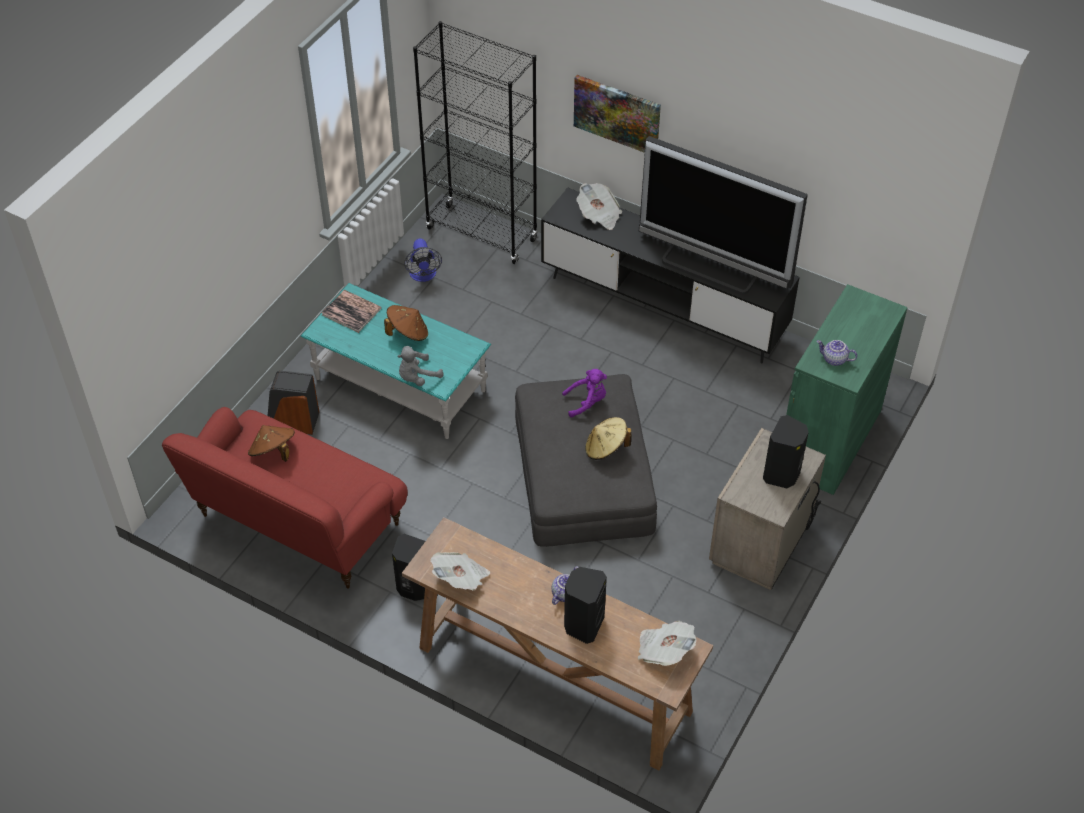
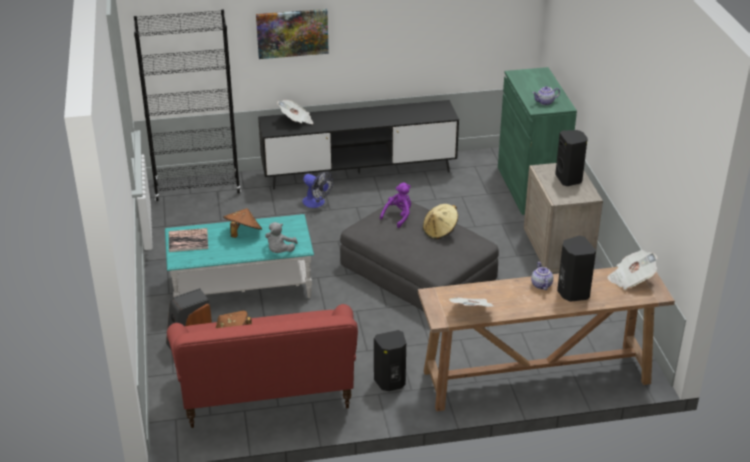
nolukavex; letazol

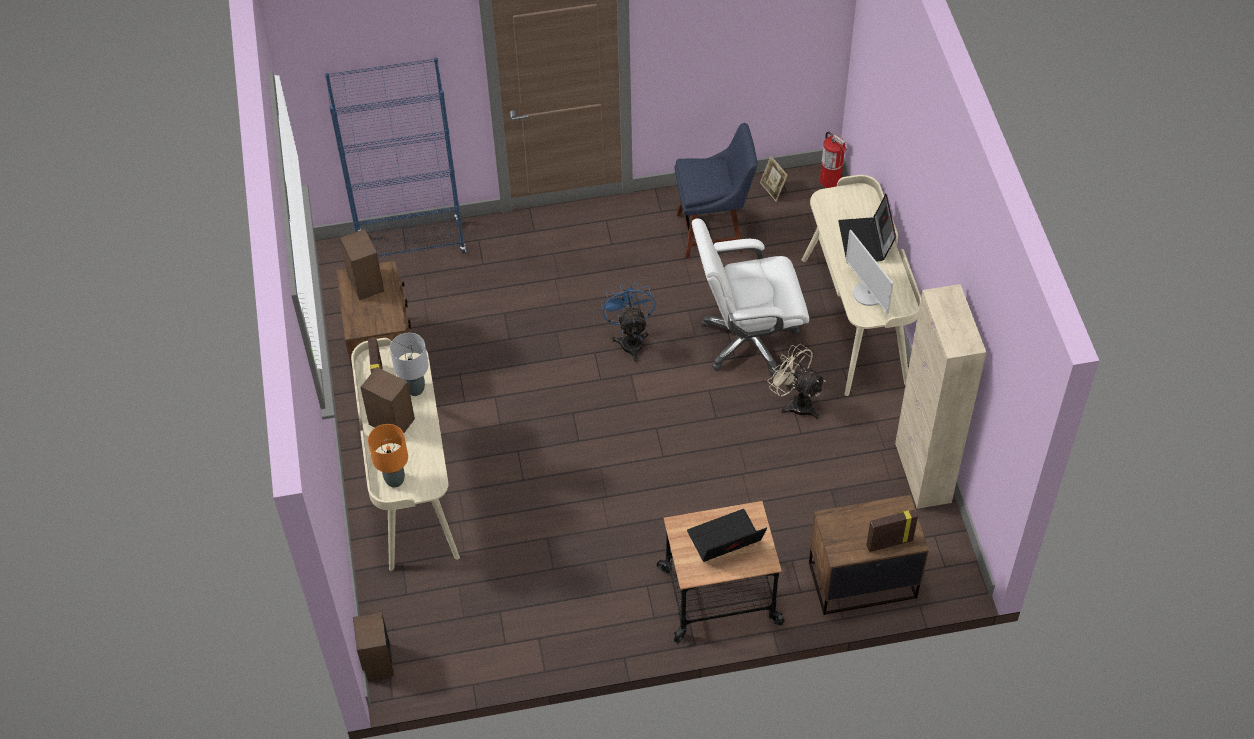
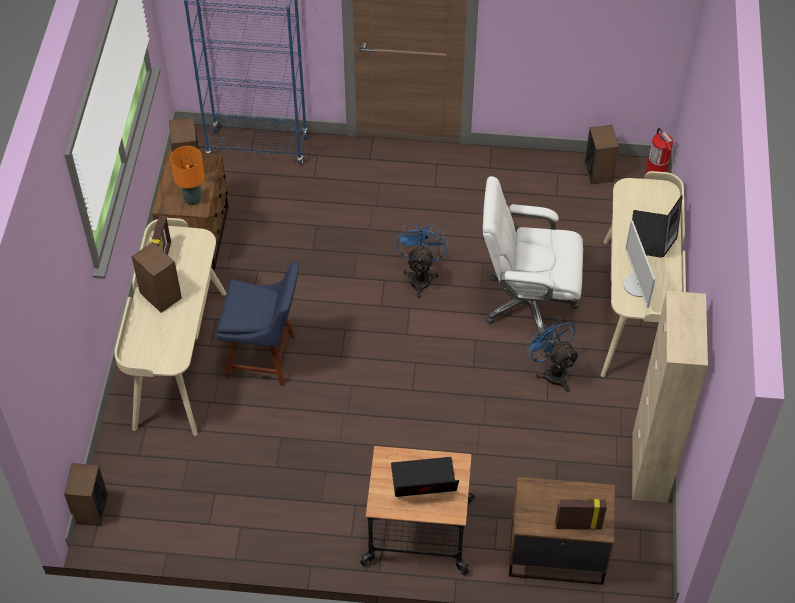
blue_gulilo; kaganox (4th from left); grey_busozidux; blue_letazol (2nd from left); orange_busozidux

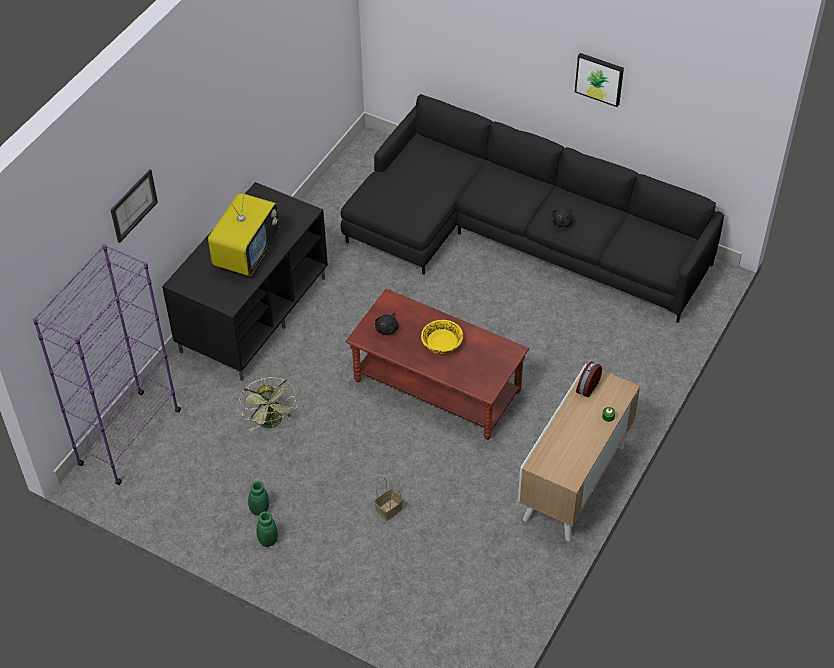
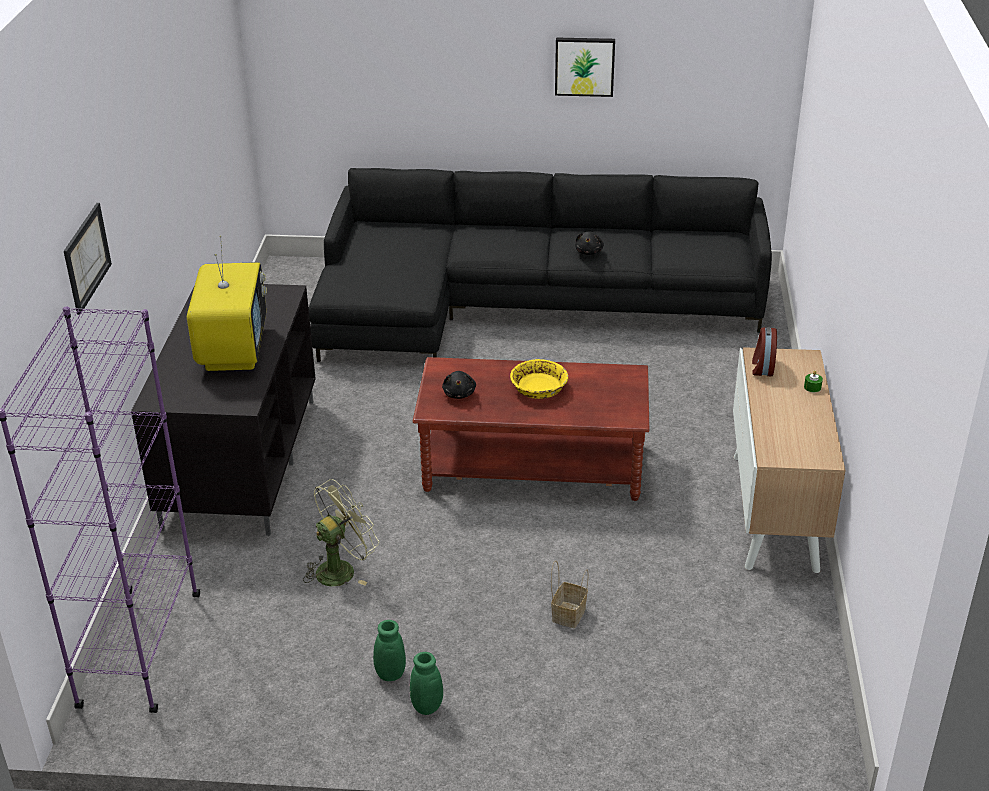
green_letazol

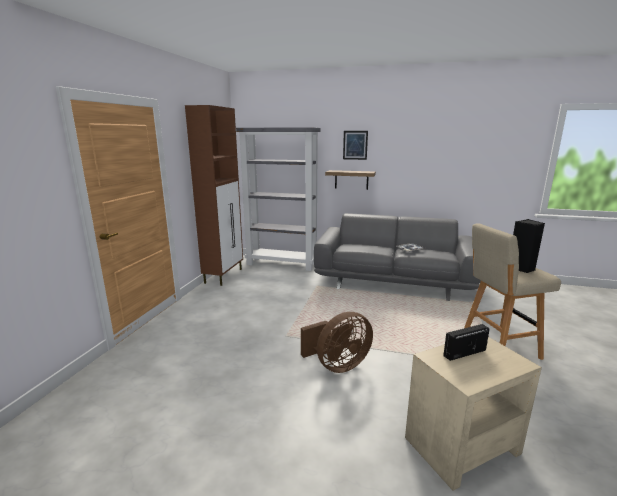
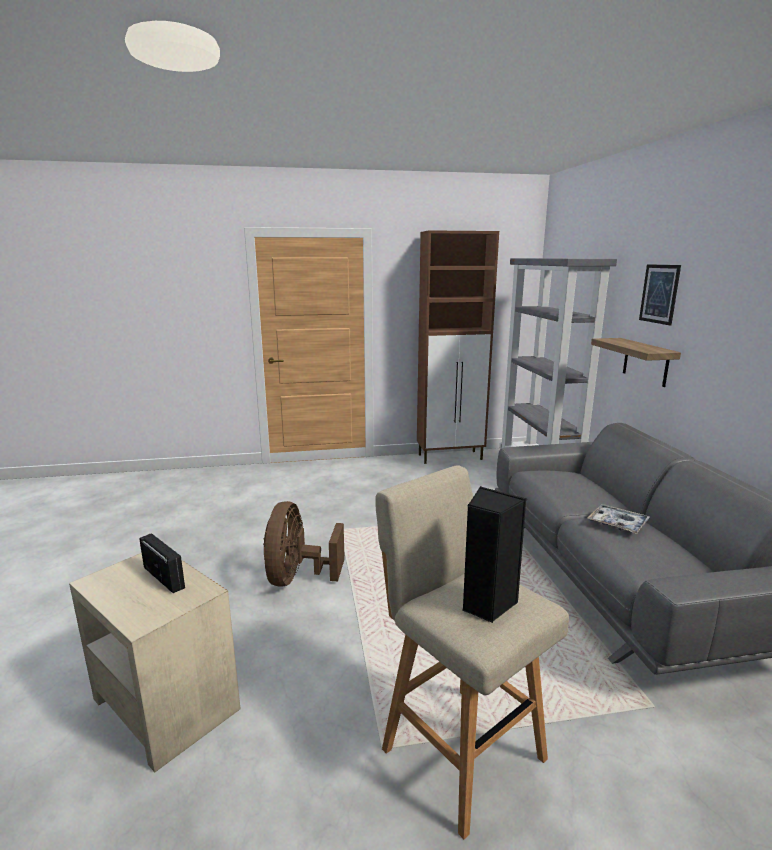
brown_letazol

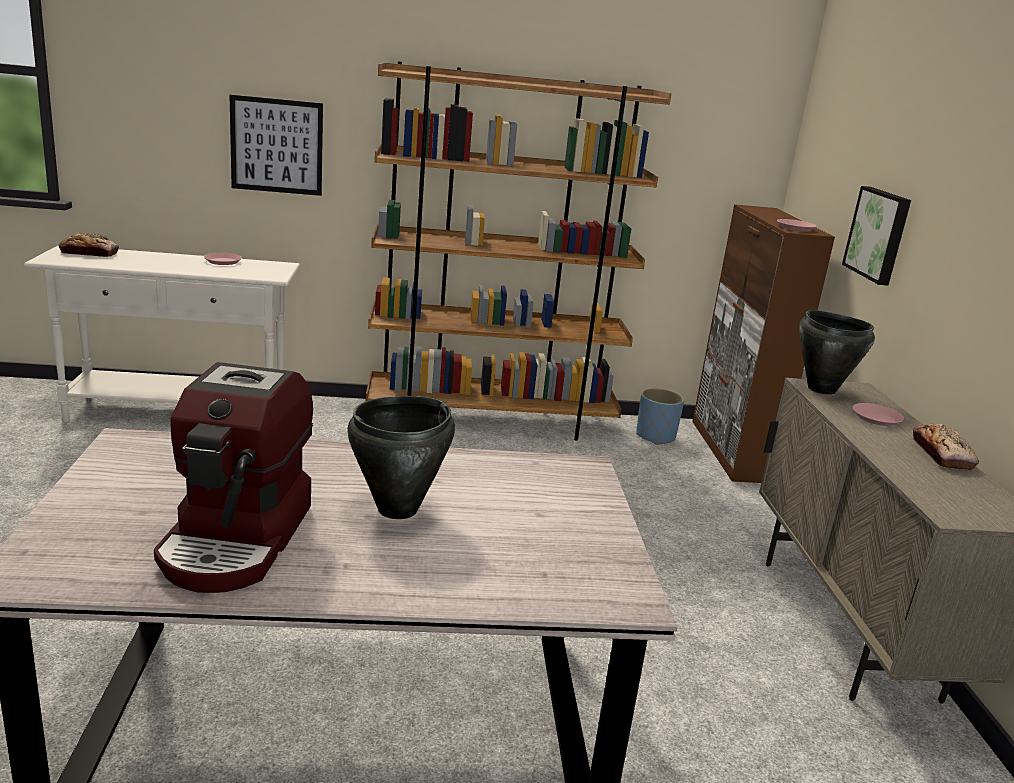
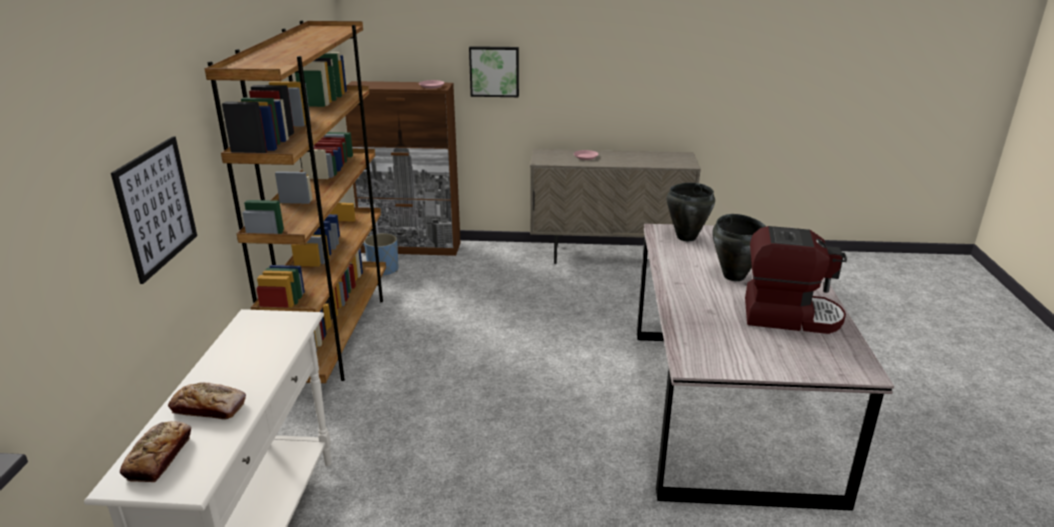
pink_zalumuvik (1st from left in the first image); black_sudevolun (1st from left); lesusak (2nd from left)

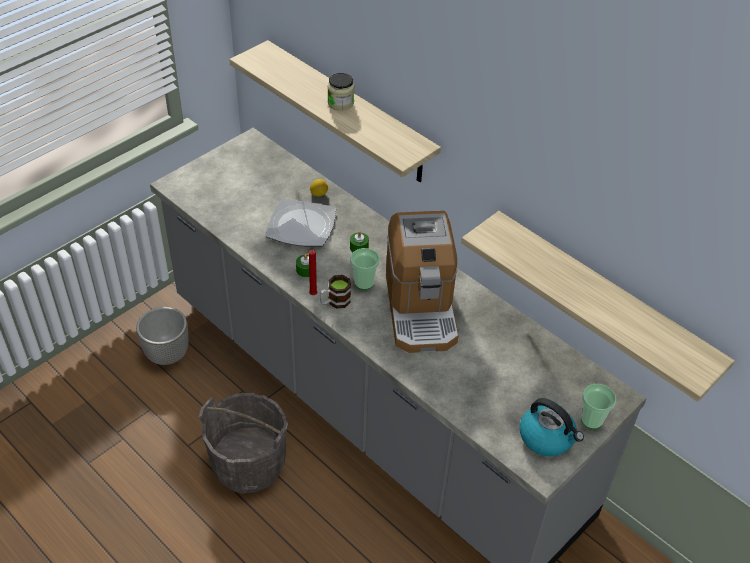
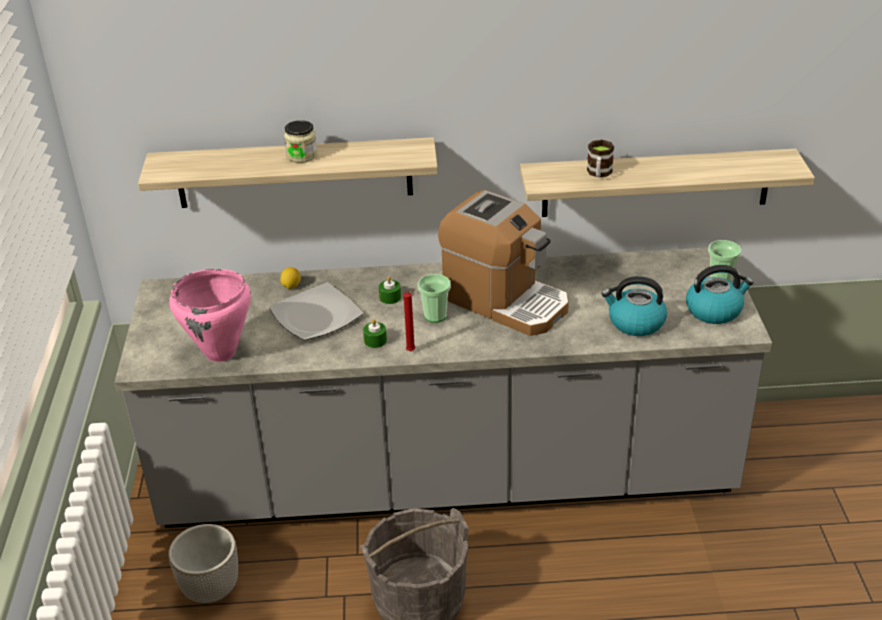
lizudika; pink_sudevolun; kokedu (1st from left)

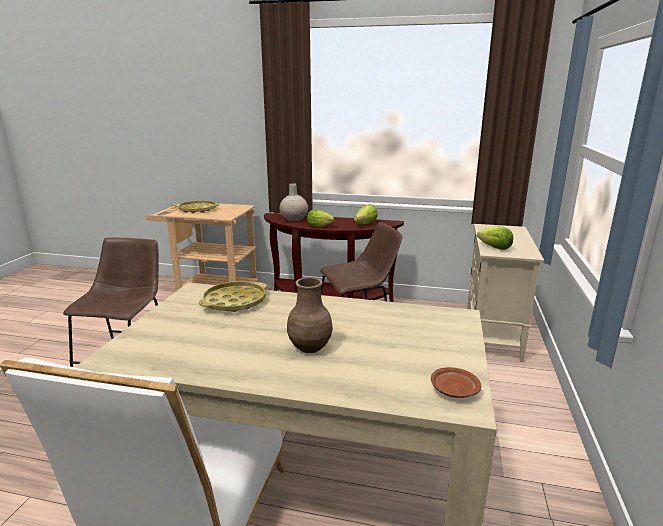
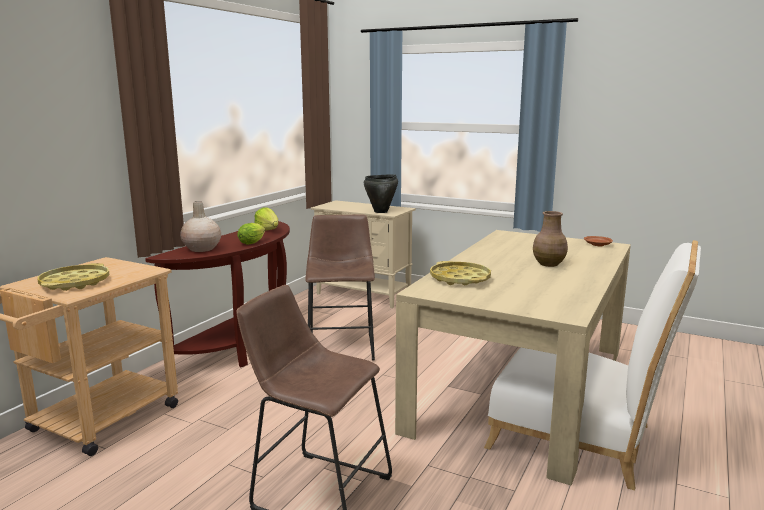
black_sudevolun

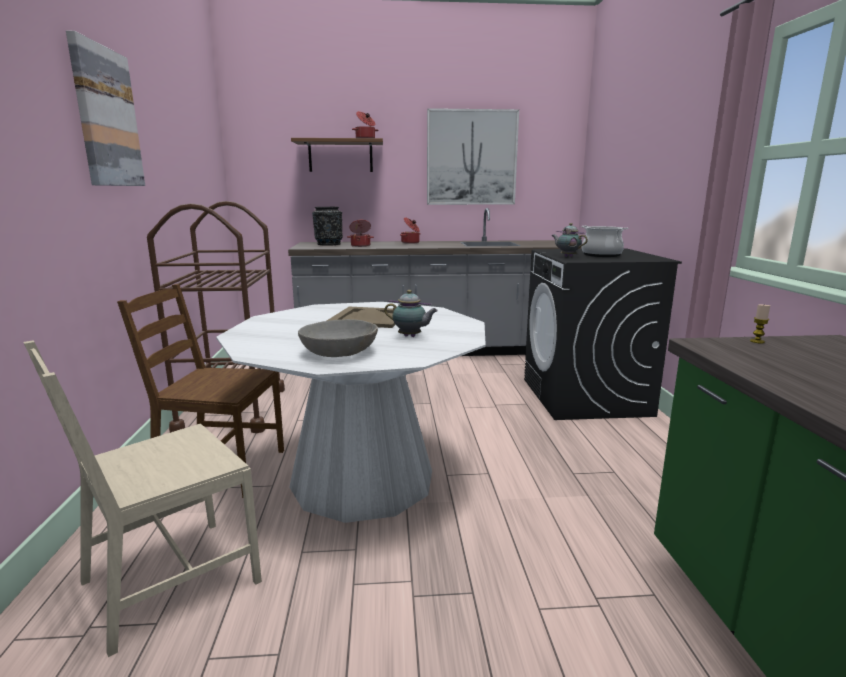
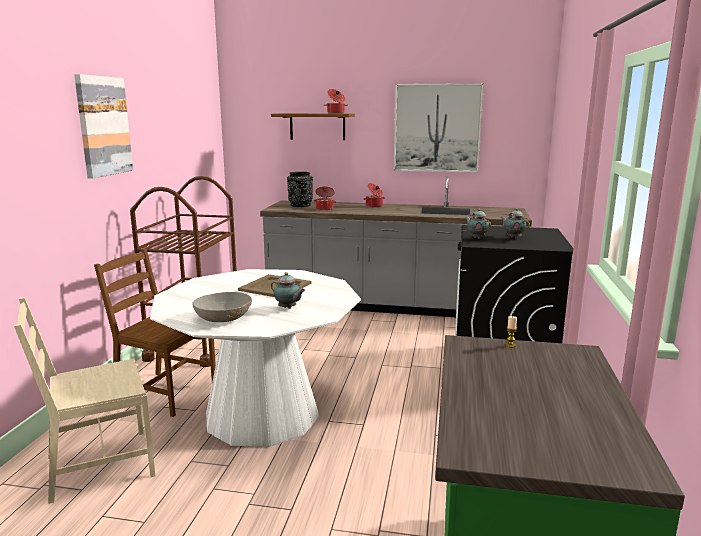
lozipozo (3rd from left)

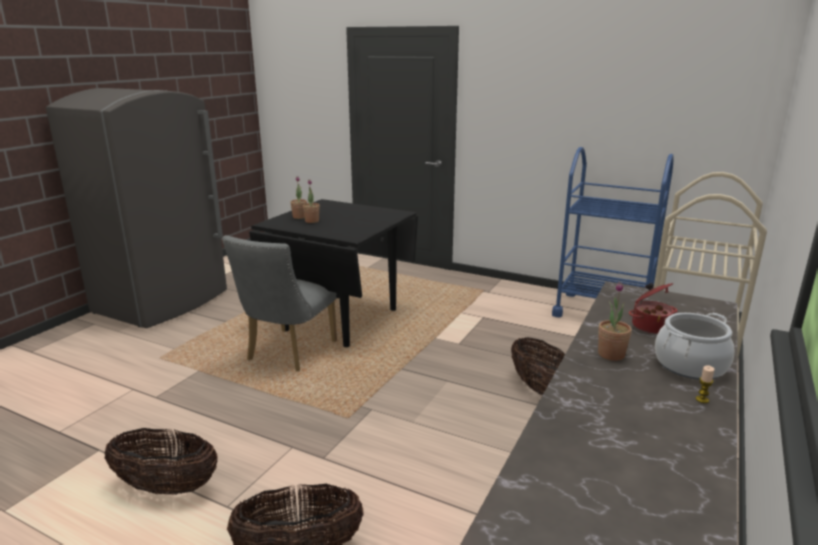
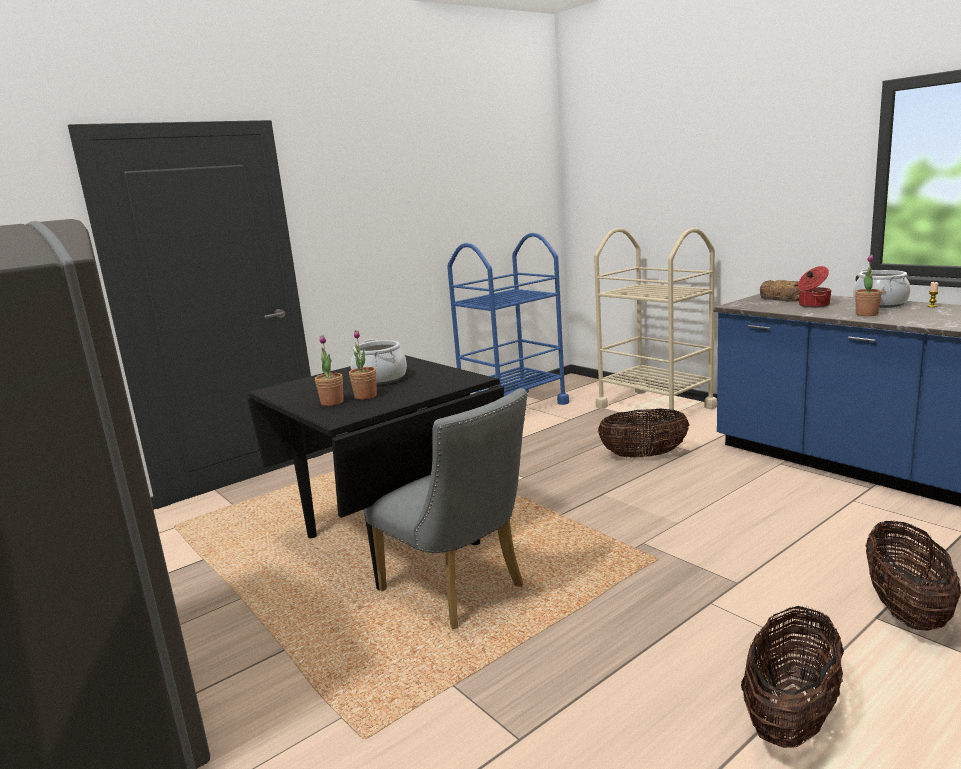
lesusak; sudevolun (1st from left)

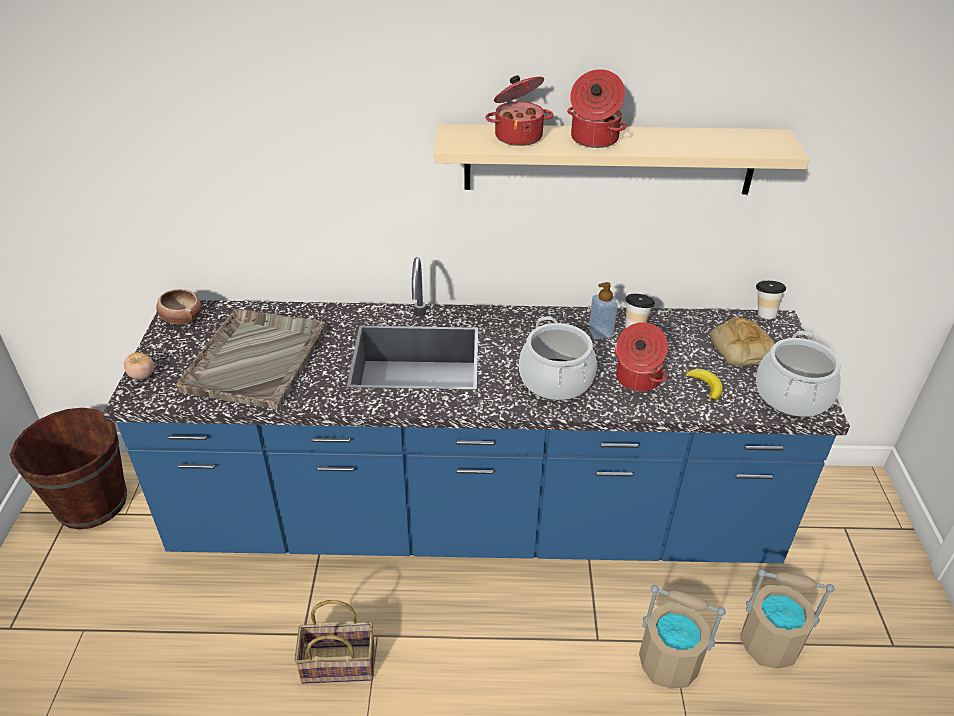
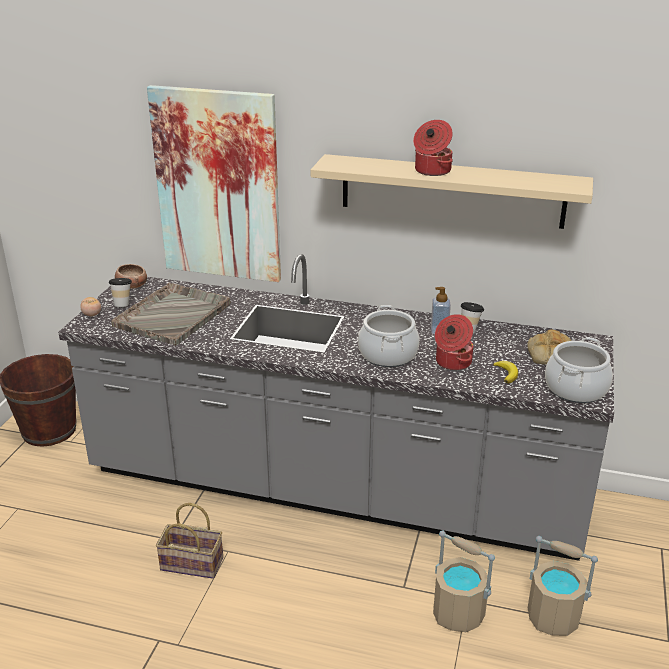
sudevolun (1st from left in the first image); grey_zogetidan; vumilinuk (1st from left); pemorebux

